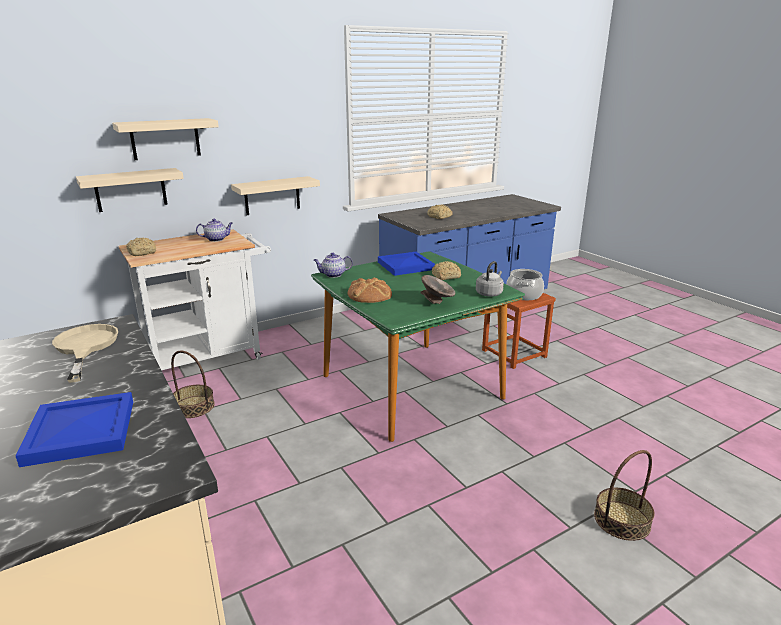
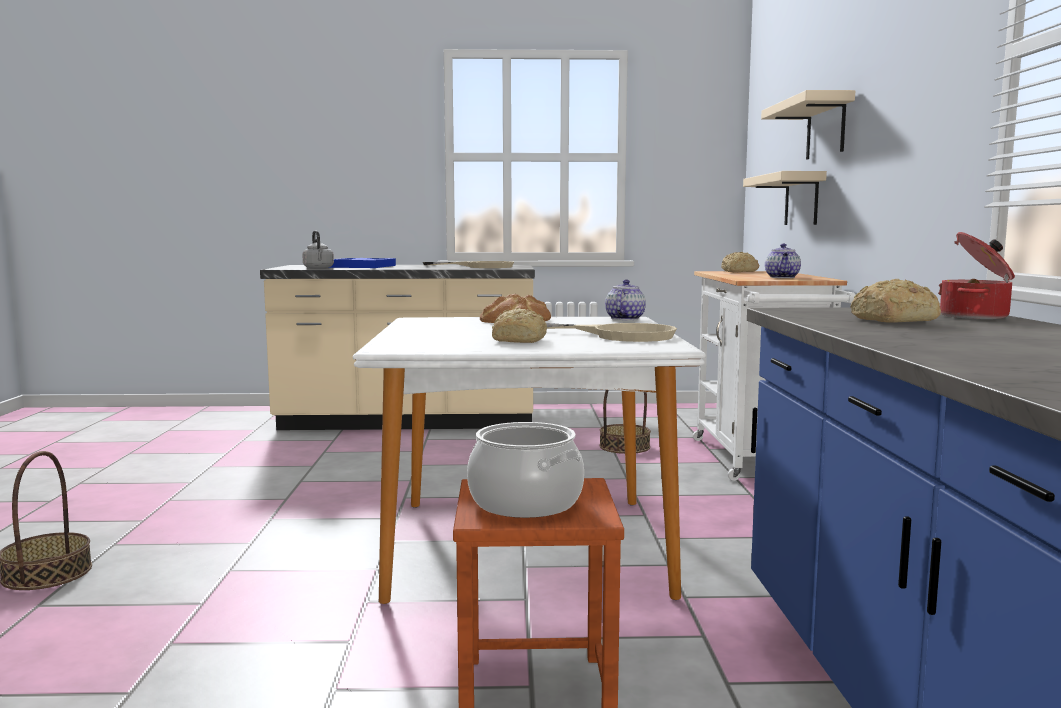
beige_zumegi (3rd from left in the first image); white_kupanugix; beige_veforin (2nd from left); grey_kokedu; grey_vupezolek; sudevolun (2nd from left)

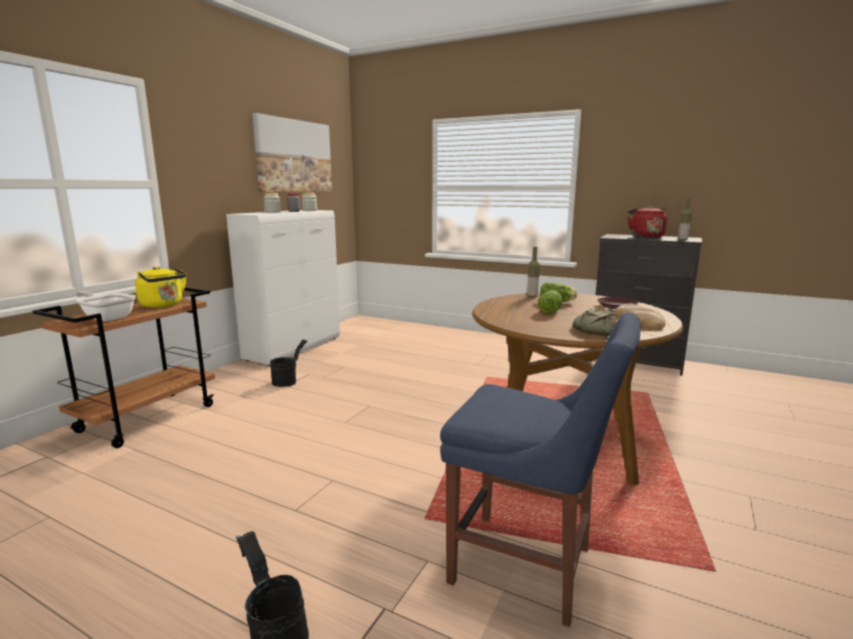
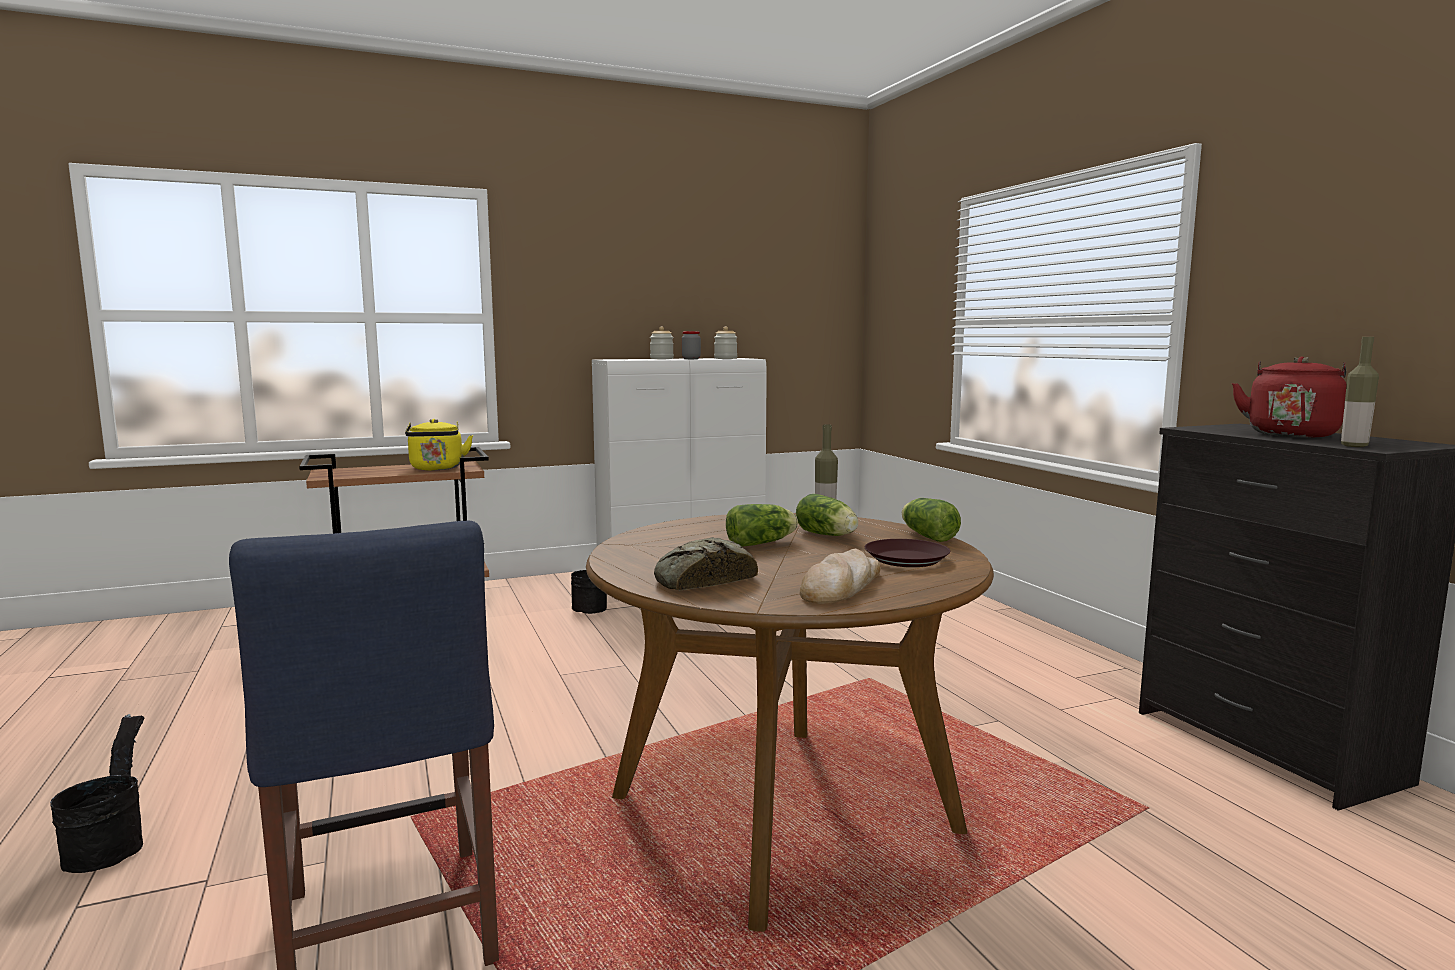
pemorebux; veforin; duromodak (3rd from left)

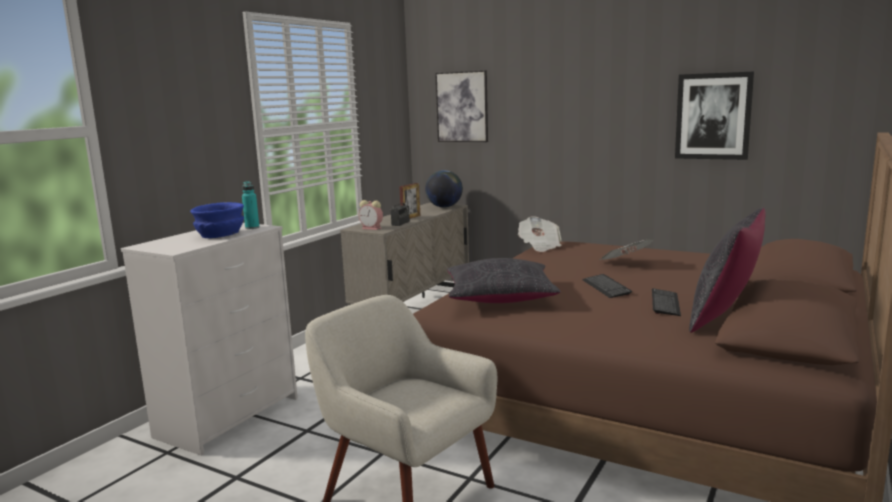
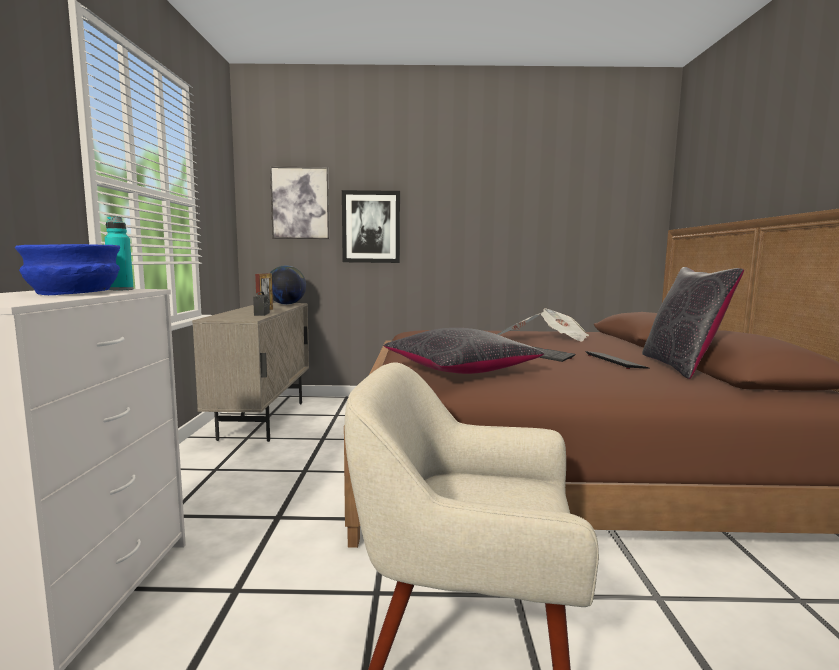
pemorebux (2nd from left); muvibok; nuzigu (2nd from left)

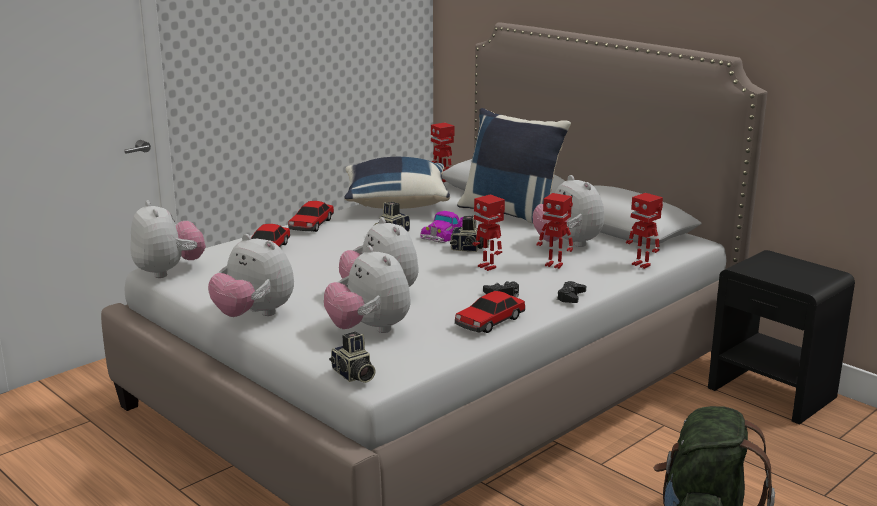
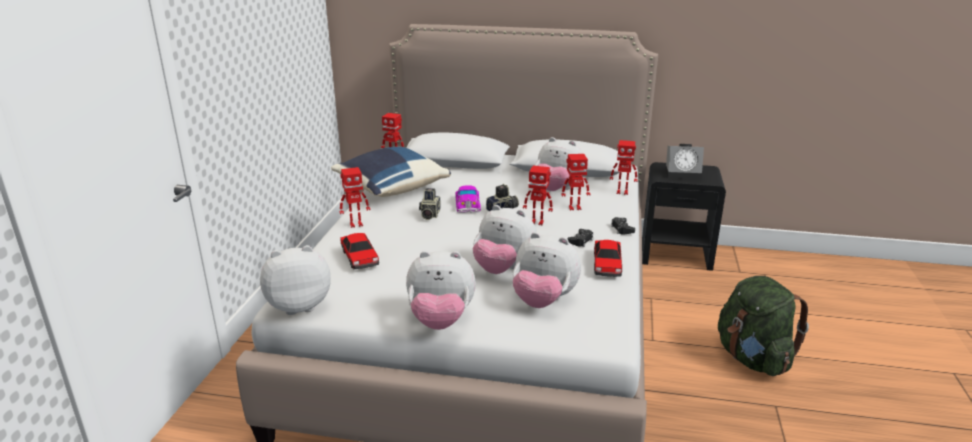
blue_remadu (2nd from left in the first image); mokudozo (1st from left); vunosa (1st from left); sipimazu (1st from left in the first image); muvibok

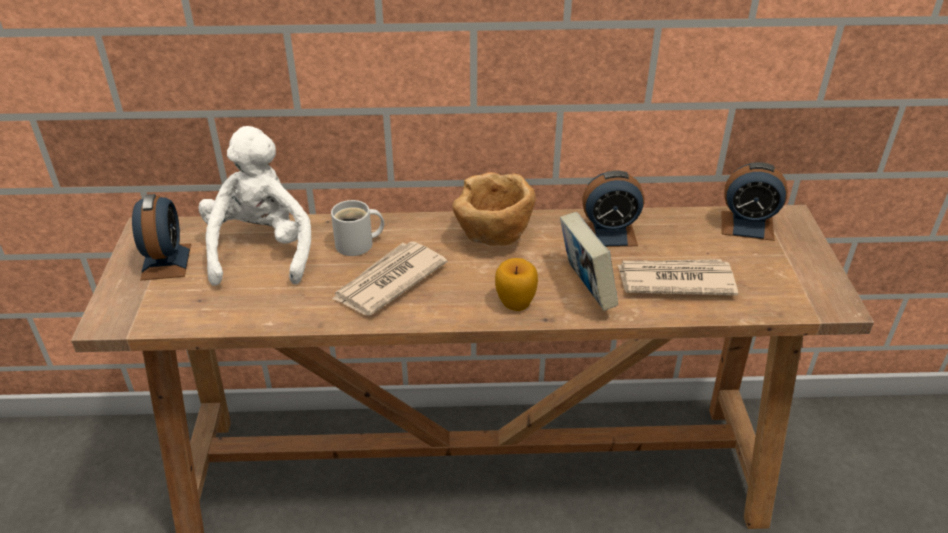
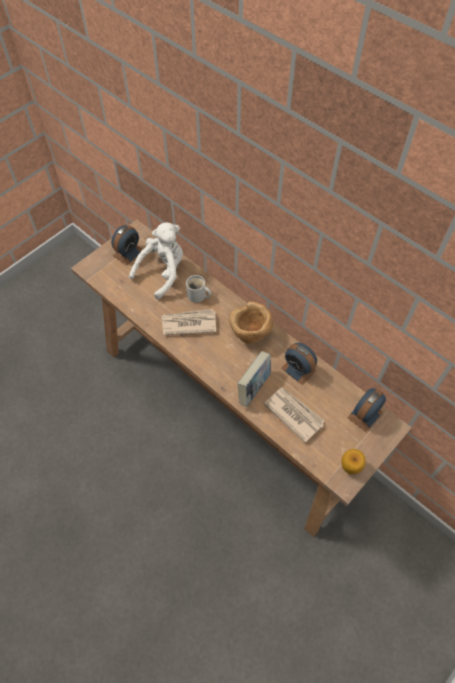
muvibok (3rd from left); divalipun

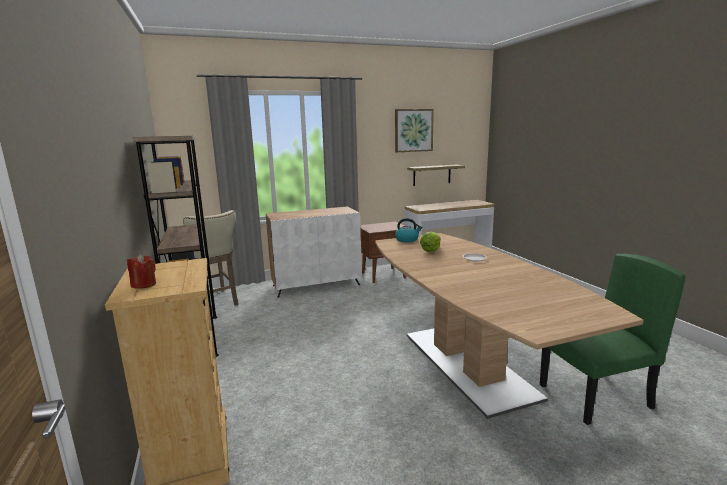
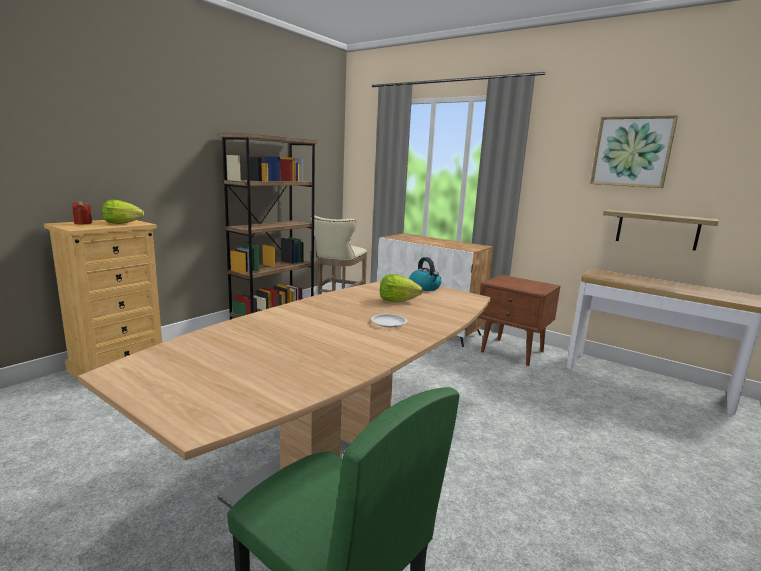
duromodak (1st from left)

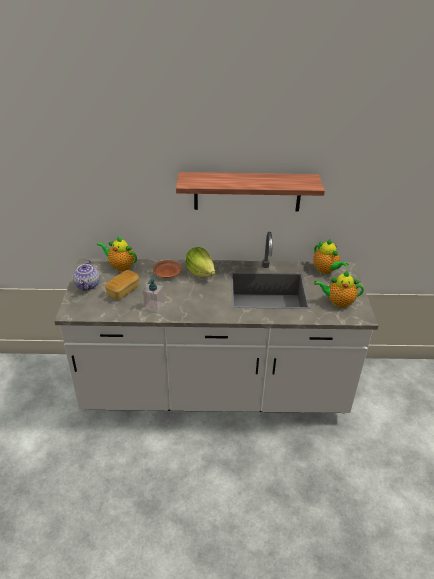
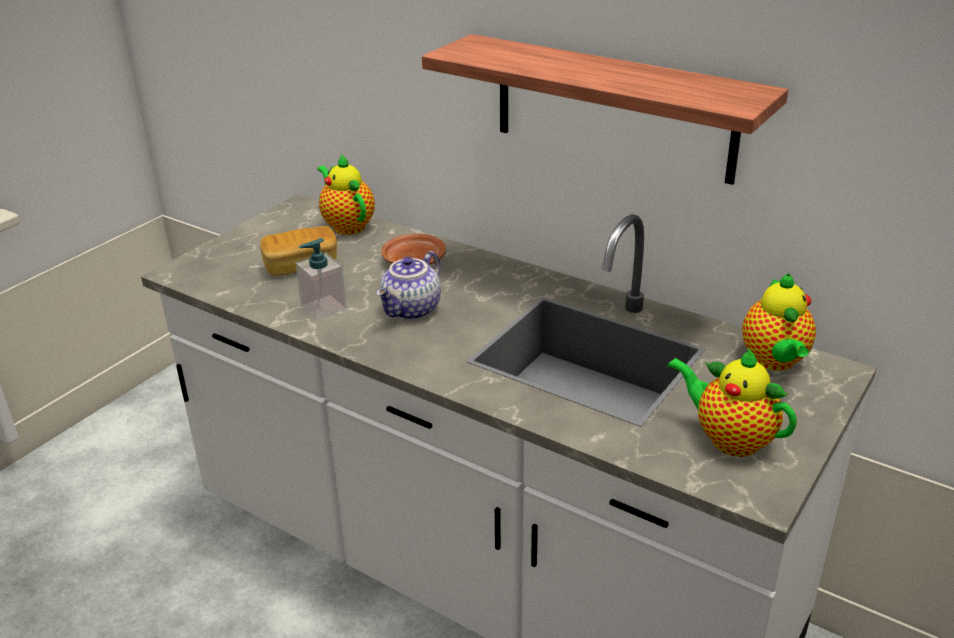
duromodak; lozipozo (2nd from left)

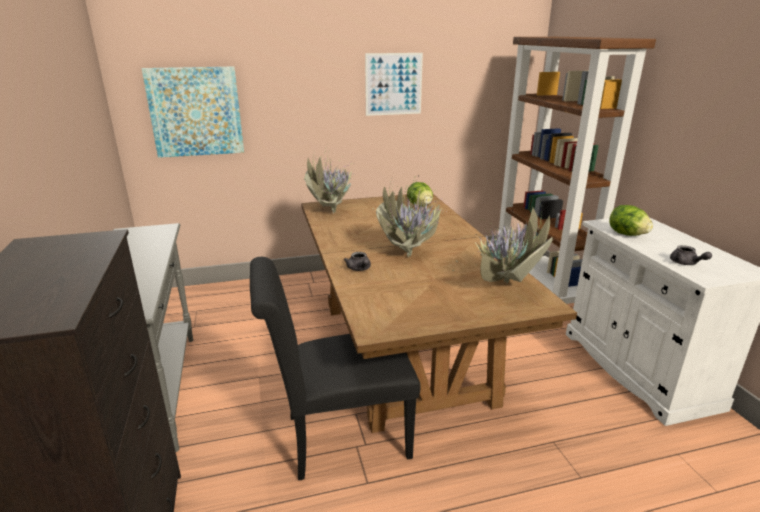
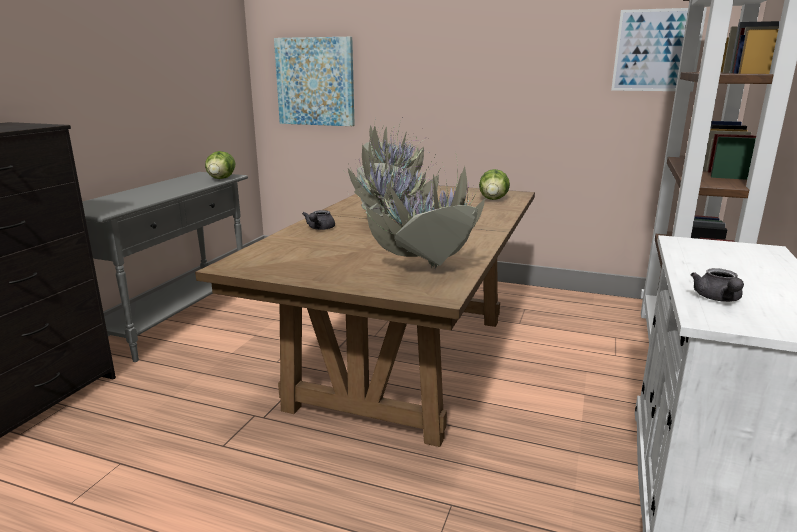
pemorebux (2nd from left); duromodak (1st from left); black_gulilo

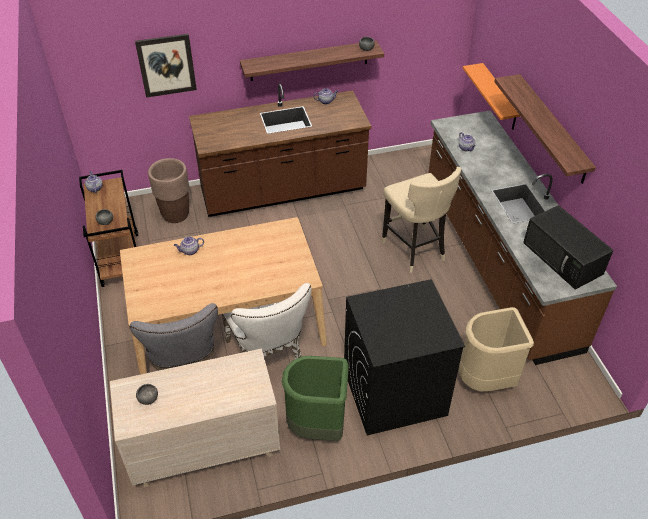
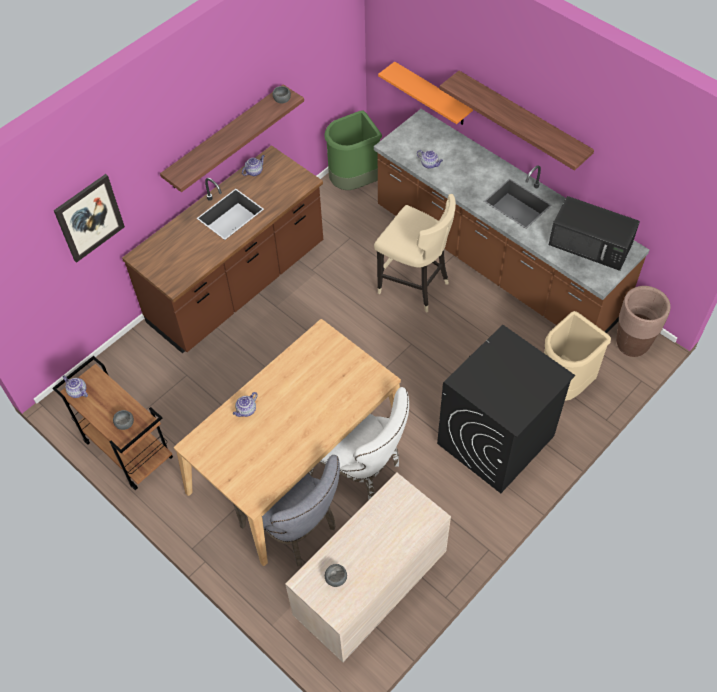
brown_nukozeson; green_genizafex

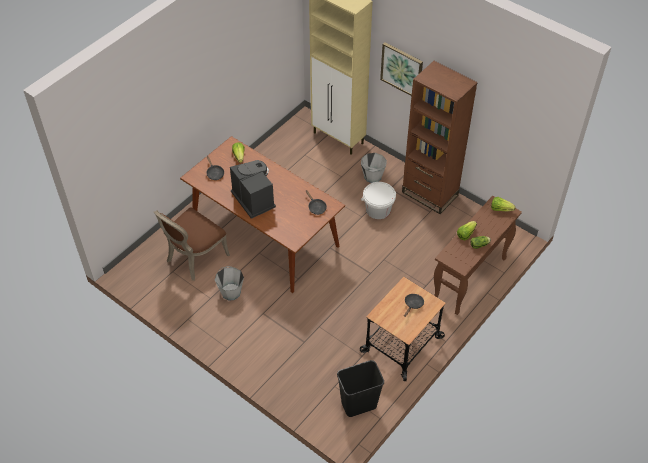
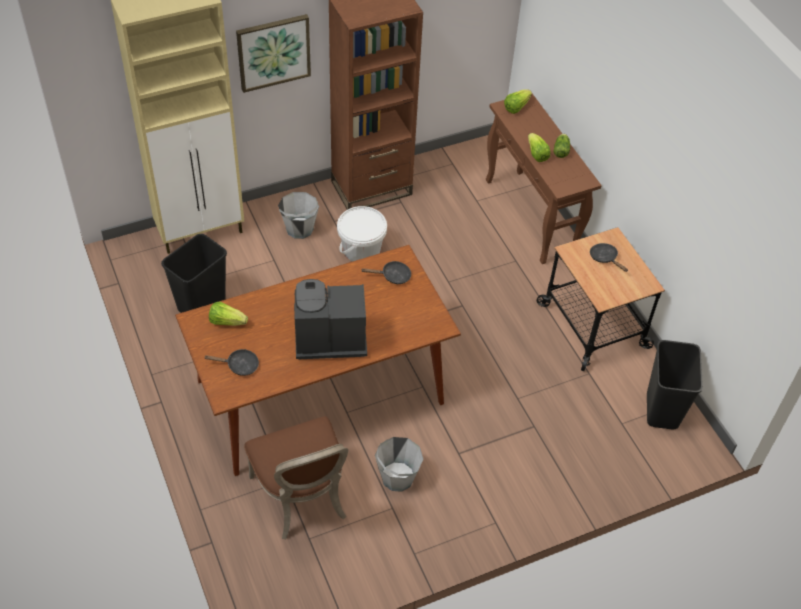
black_genizafex (1st from left)

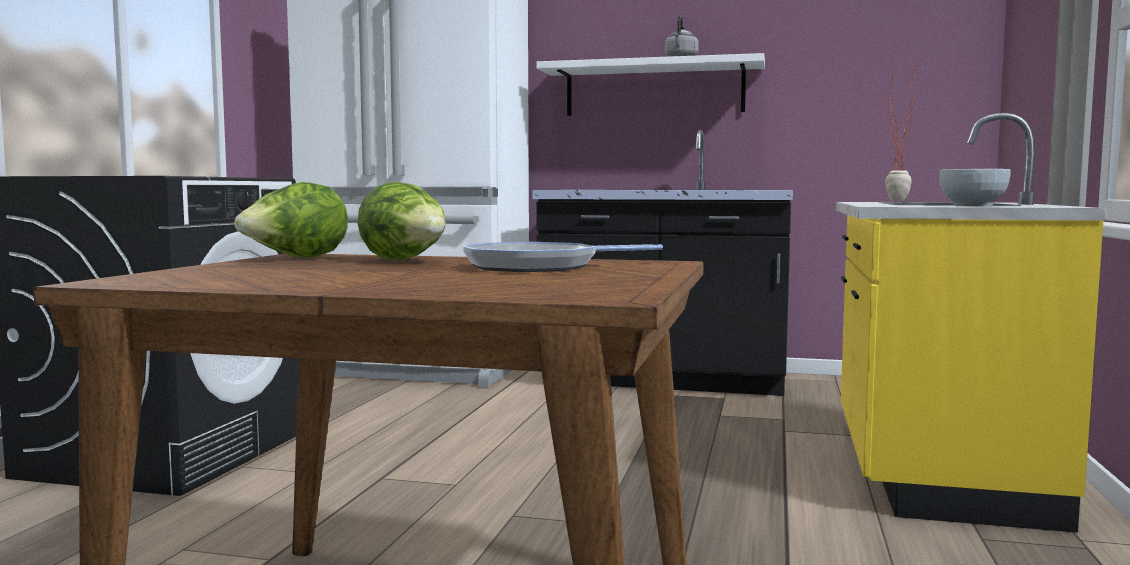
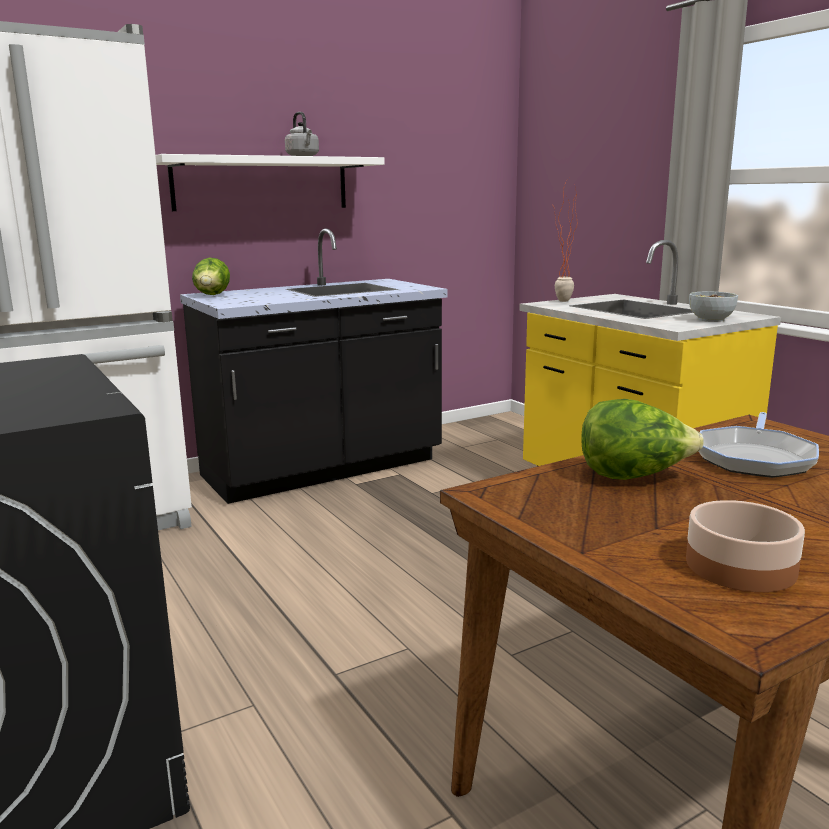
duromodak (1st from left); vupezolek (2nd from left)

